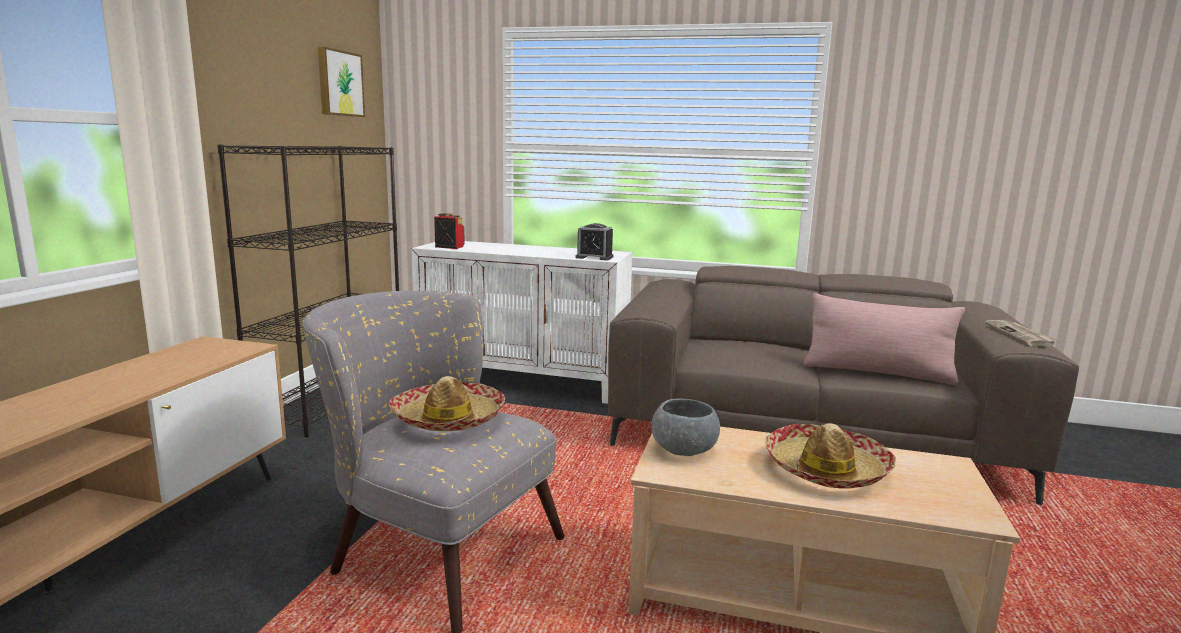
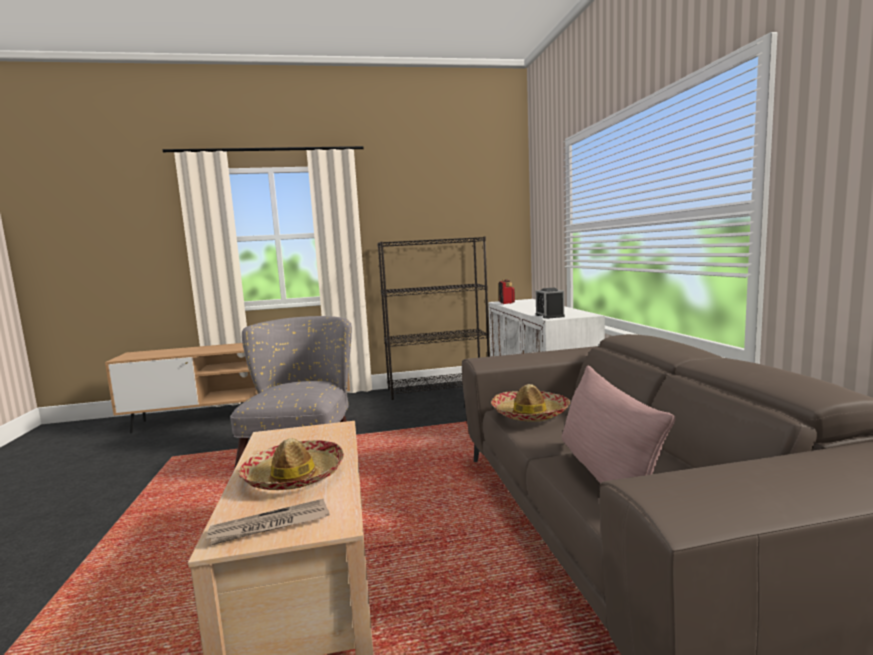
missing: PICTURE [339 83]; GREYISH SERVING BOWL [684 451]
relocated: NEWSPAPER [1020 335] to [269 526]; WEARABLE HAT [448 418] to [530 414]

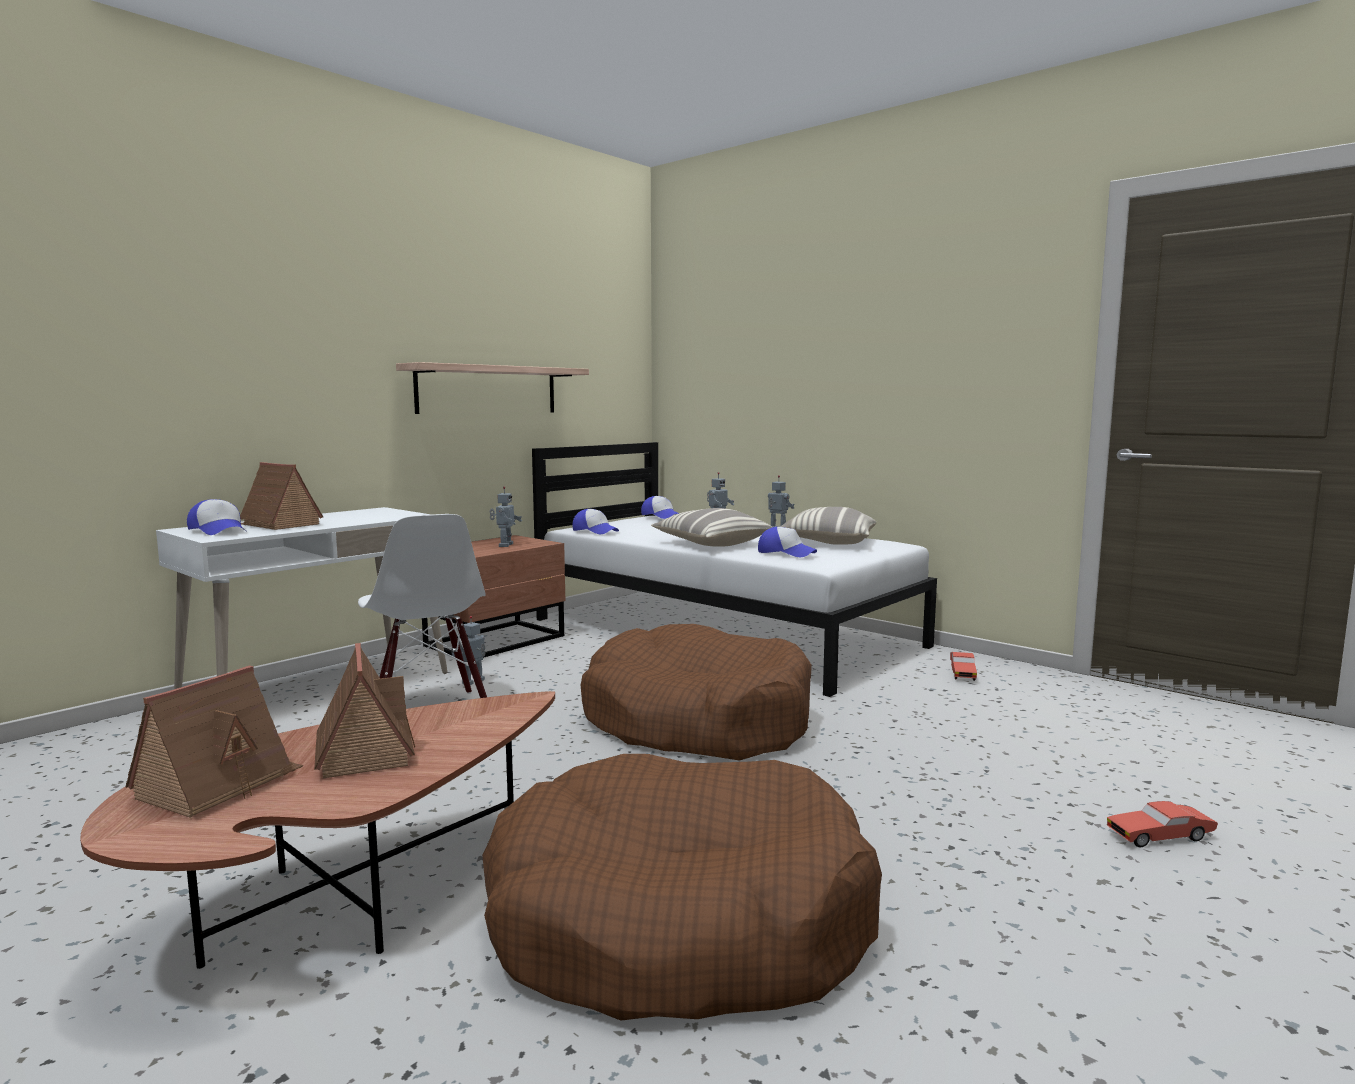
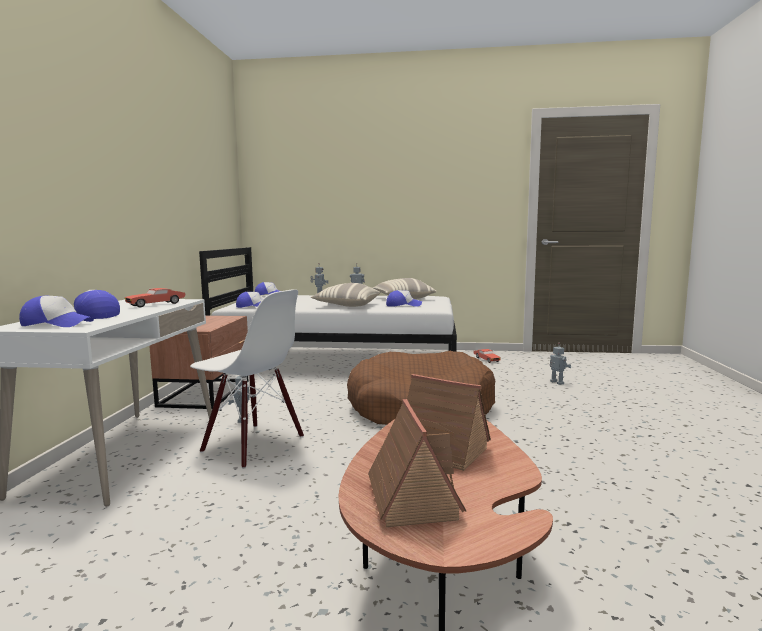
missing: SHELF [488 390]; BROWN-COLOURED PET BED [678 922]
relocated: RED-COLOURED TOY CAR [1160 836] to [156 304]; TOY ROBOT [505 545] to [556 382]
exchanged: TOY HOUSE [279 524] to BASEBALL CAP [94 315]

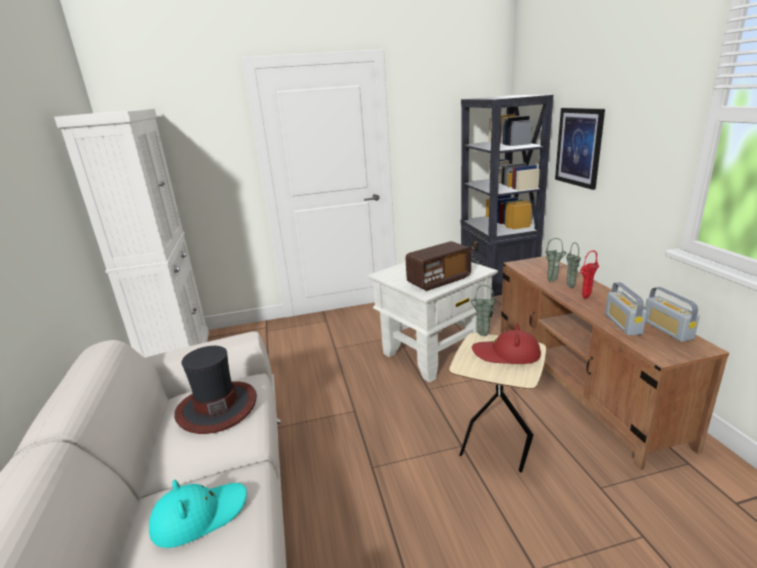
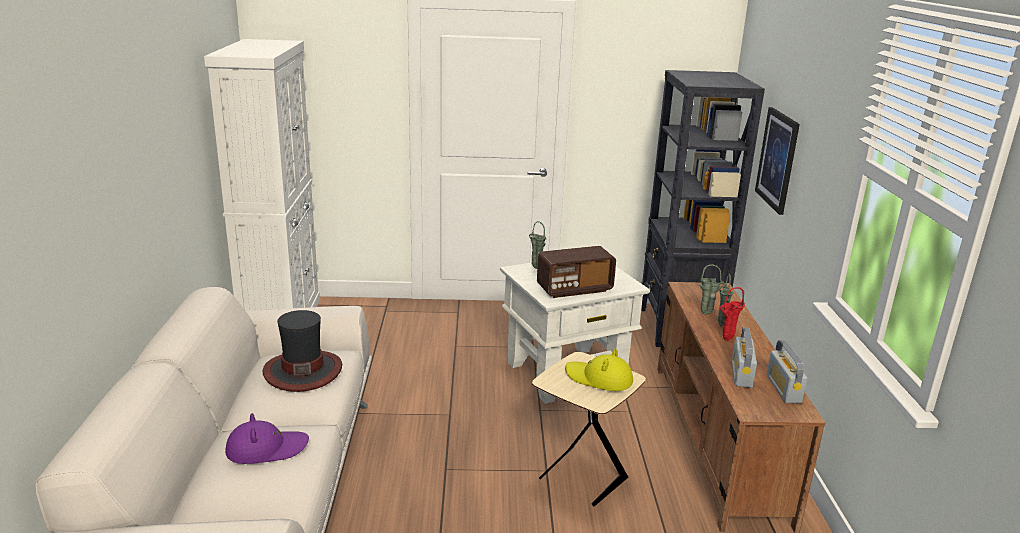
relocated: GREEN DECORATIVE VASE [481 335] to [535 268]
colour: TURQUOISE-COLOURED WEARABLE HAT [199 515] to PURPLE WEARABLE HAT [266 449]; RED-COLOURED WEARABLE HAT [506 354] to YELLOW-COLOURED WEARABLE HAT [599 378]

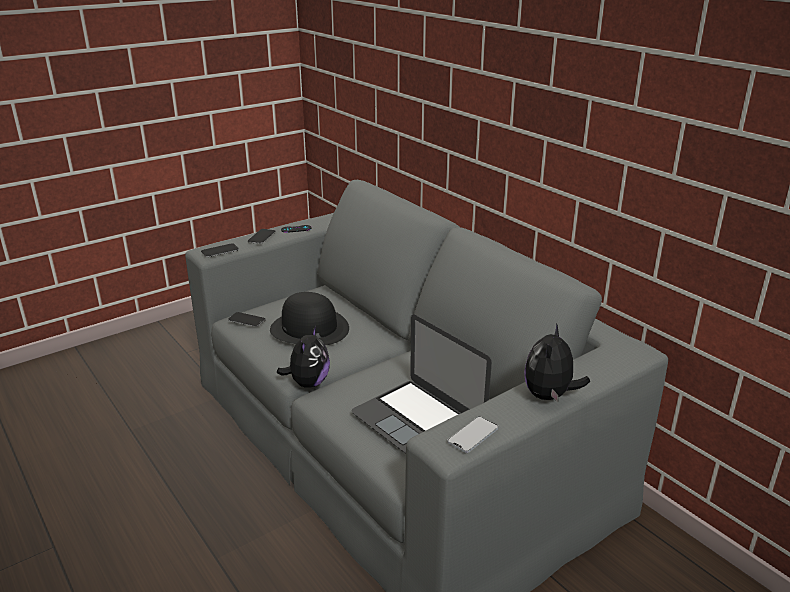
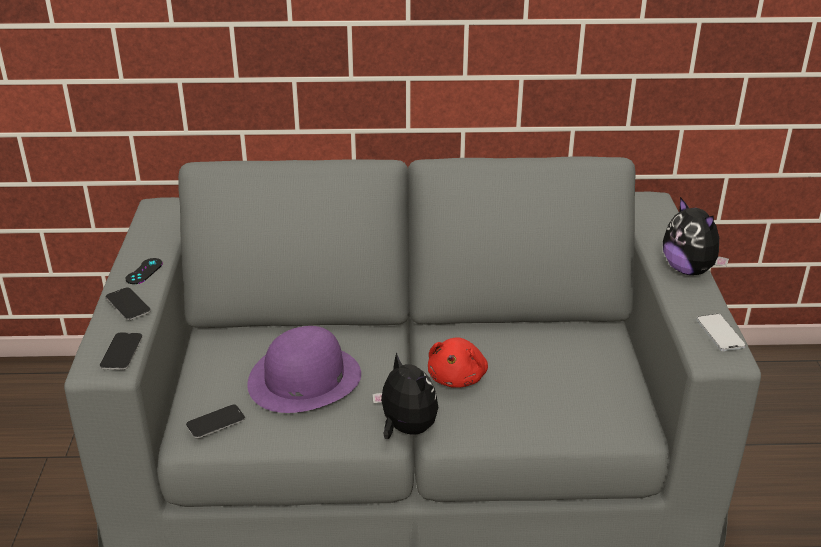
missing: PORTABLE COMPUTER [418 421]
appeared: RED-COLOURED CUDDLY TOY [457 377]
colour: BLACK WEARABLE HAT [309 328] to PURPLE WEARABLE HAT [304 379]

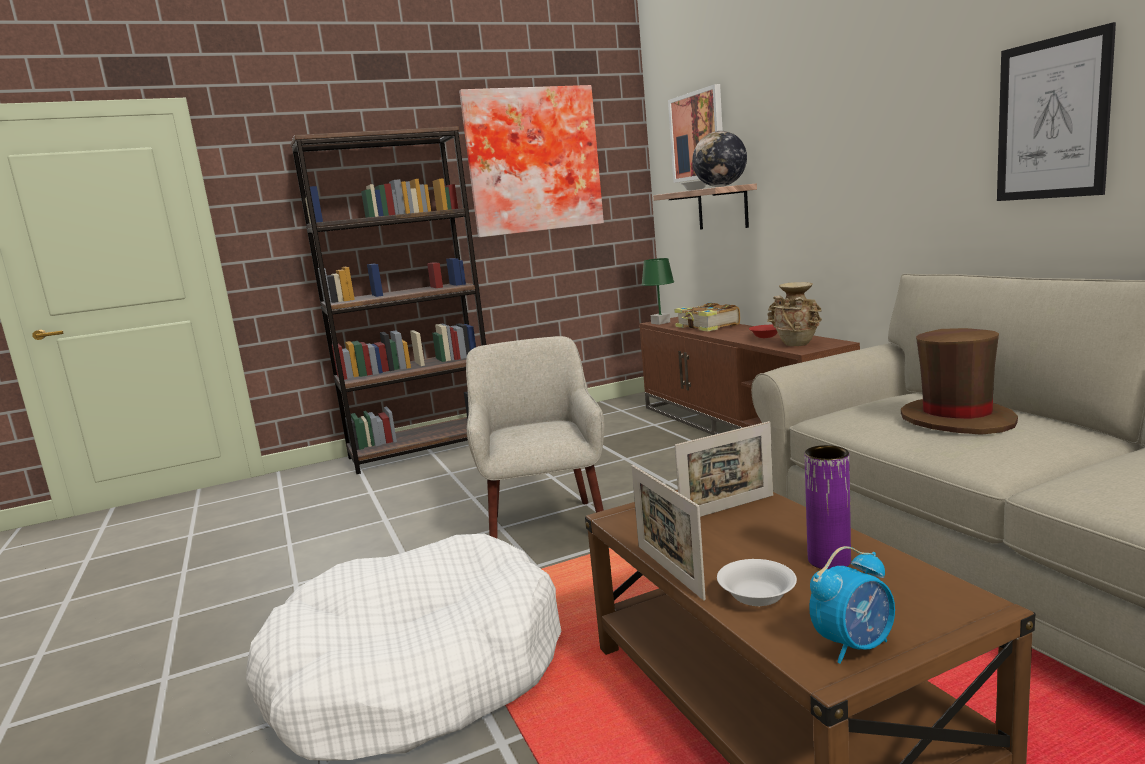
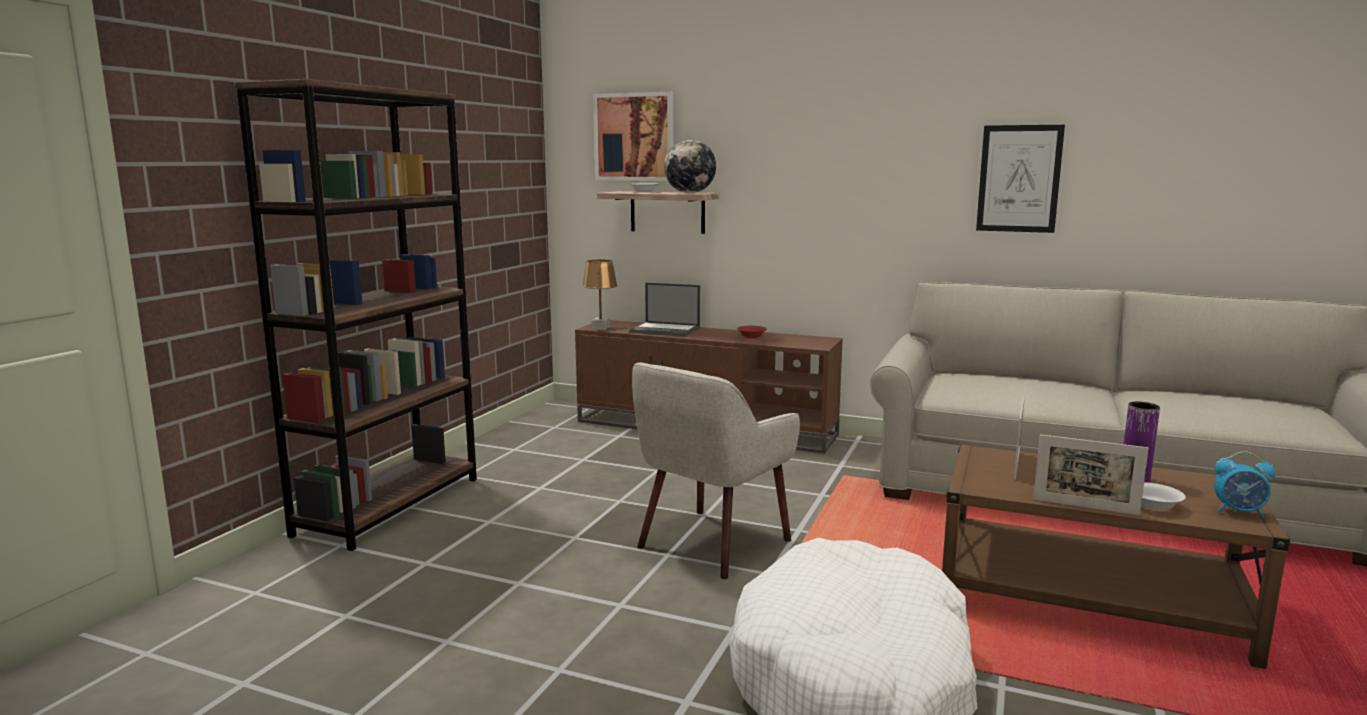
missing: PICTURE [532 161]; BEIGE DECORATIVE VASE [796 344]; BROWN-COLOURED WEARABLE HAT [956 419]
exchanged: VOLUME [707 326] to PORTABLE COMPUTER [666 330]
colour: GREEN LAMP FOR A TABLE [660 323] to BROWN-COLOURED LAMP FOR A TABLE [600 328]
spun: BEIGE LOUNGE CHAIR [545 528] = [711 543] 90 degrees counterclockwise; TABLE CLOCK [854 645] = [1239 512] 90 degrees clockwise

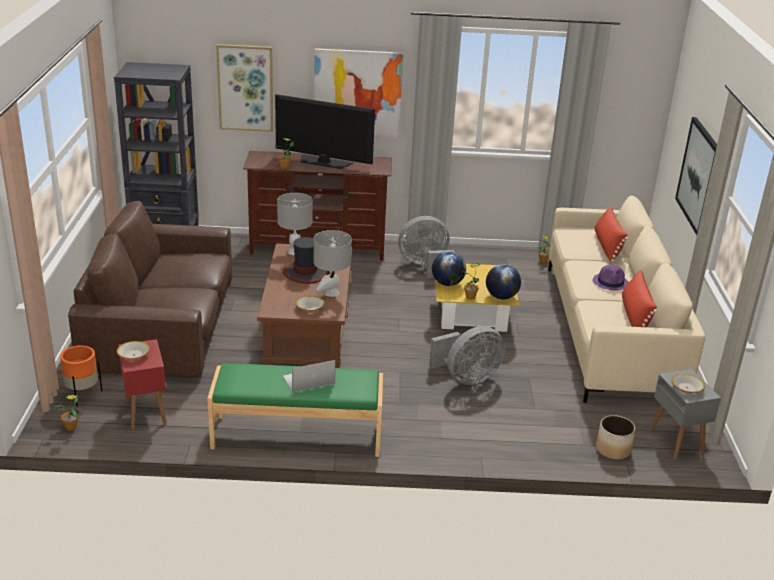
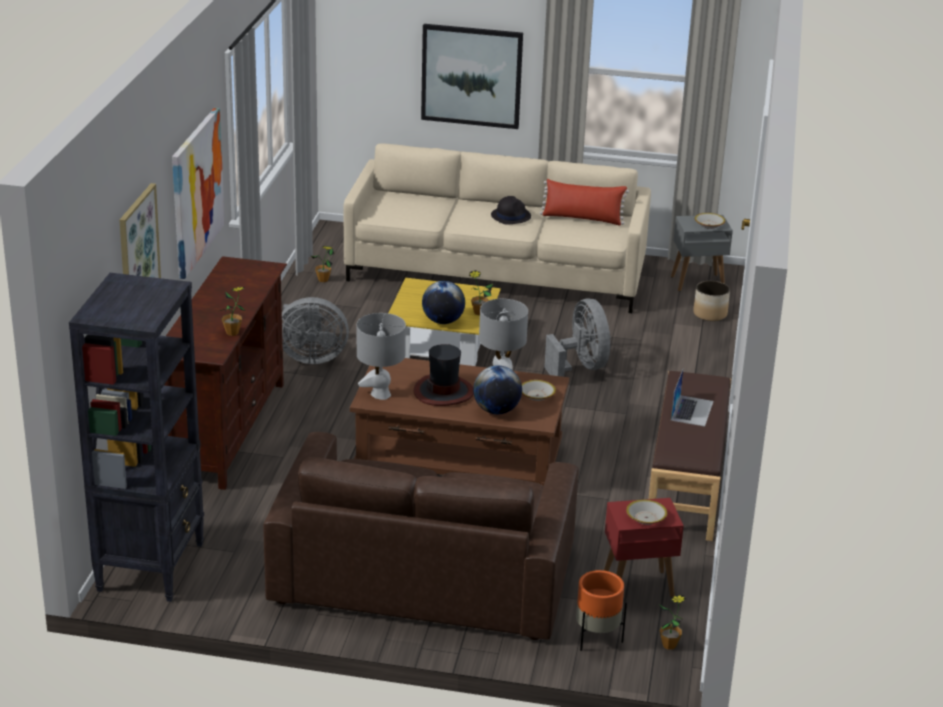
missing: TV [324 162]; RED-COLOURED PILLOW [607 246]
relocated: DESK GLOBE [501 297] to [496 410]
colour: PURPLE WEARABLE HAT [611 282] to BLACK WEARABLE HAT [511 216]; GREEN LONG SEAT [297 436] to BROWN-COLOURED LONG SEAT [687 482]
spun: GREYISH COOLING FAN [425 266] = [311 357] 90 degrees counterclockwise; PORTABLE COMPUTER [308 380] = [692 410] 150 degrees counterclockwise

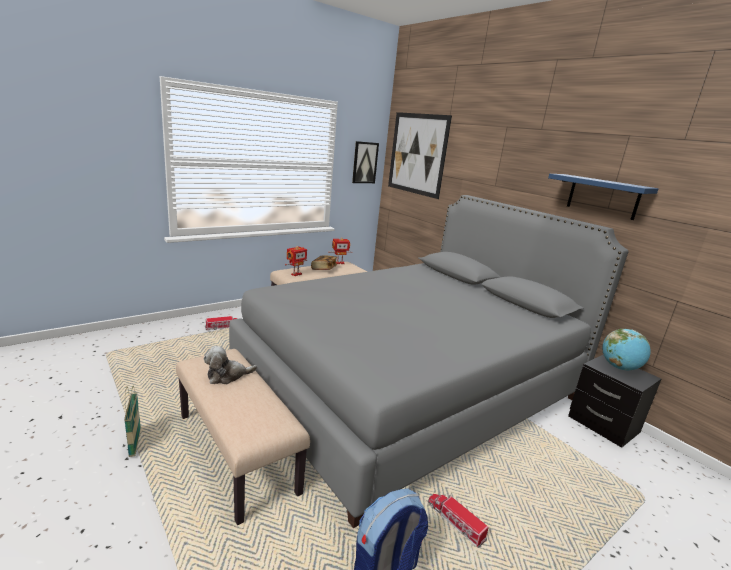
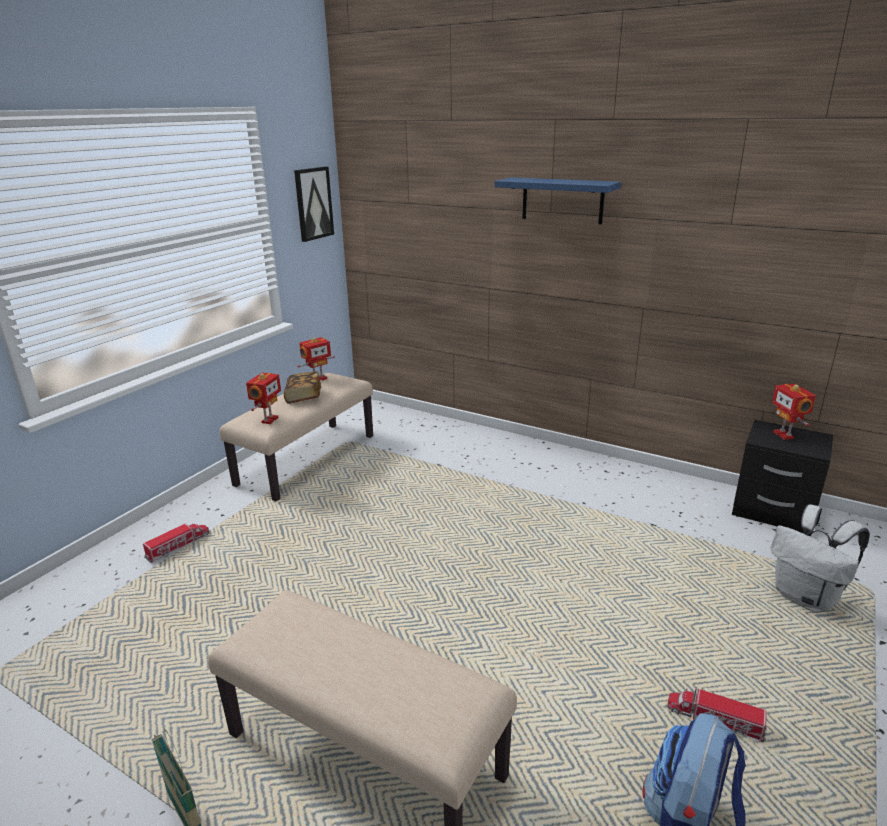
missing: CUDDLY TOY [227 376]; GREYISH BED [409 387]; PICTURE [417 154]
appeared: WHITE-COLOURED RUCKSACK [806 598]
relocated: BLUE SHELF [603 196] to [562 200]
exchanged: DESK GLOBE [619 367] to TOY ROBOT [784 435]

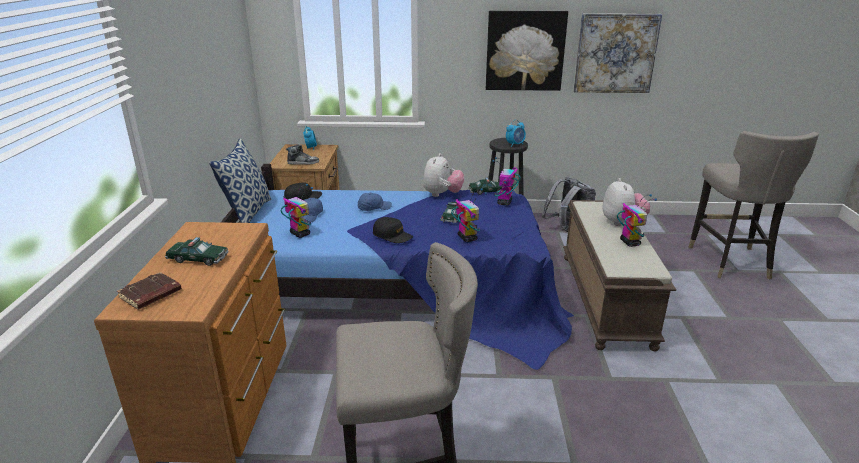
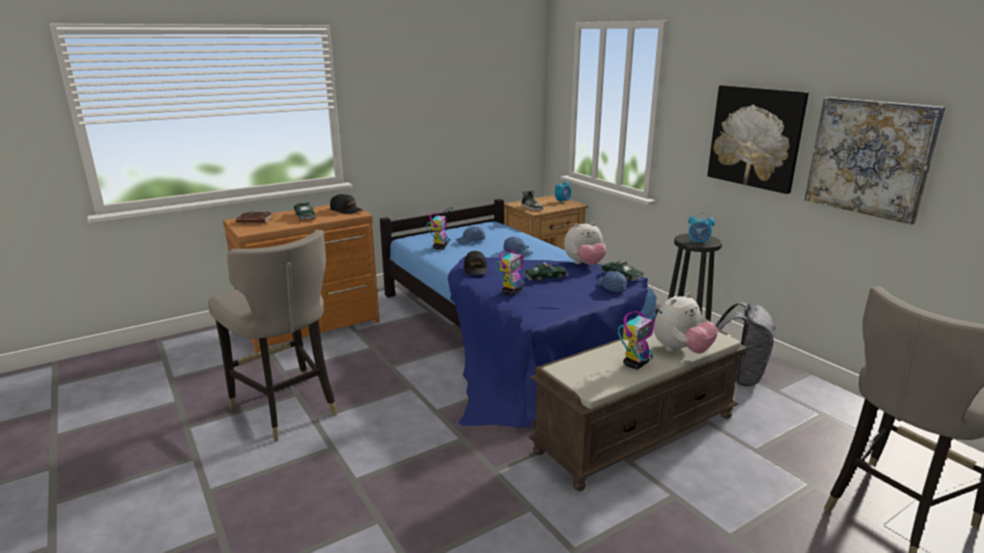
missing: PILLOW [247 213]
relocated: BLACK BASEBALL CAP [303 197] to [346 210]
exchanged: TOY ROBOT [504 202] to BLUE BASEBALL CAP [611 288]

